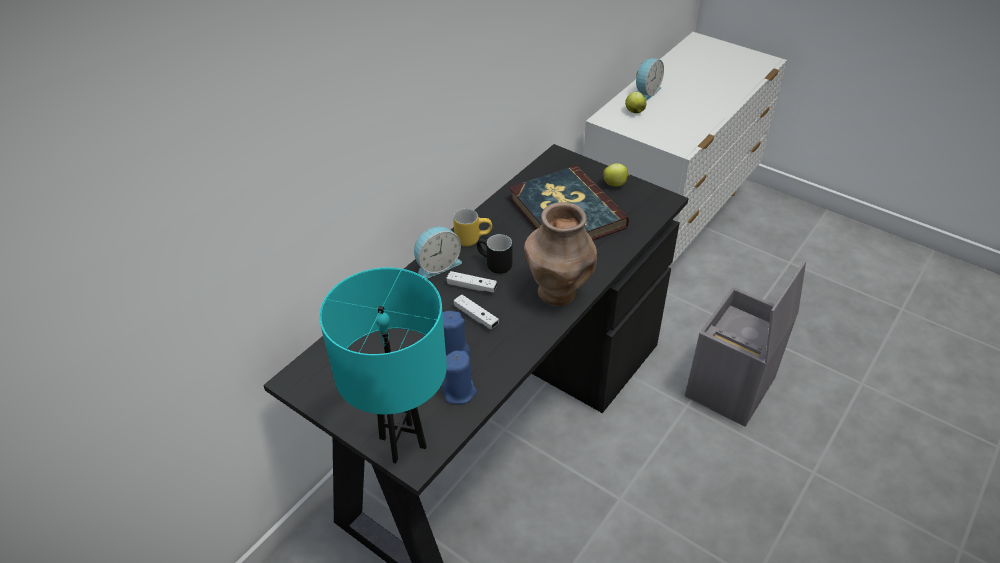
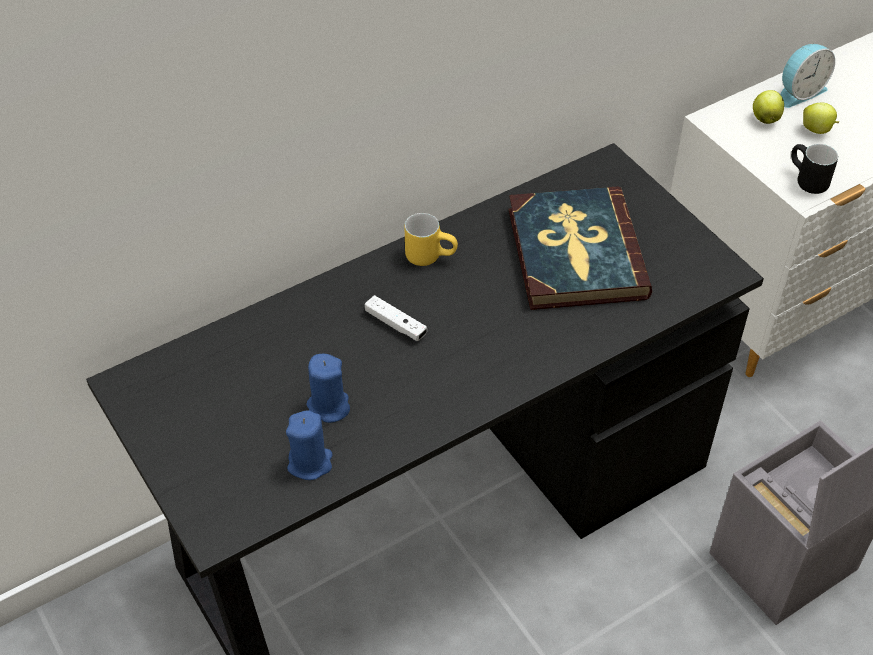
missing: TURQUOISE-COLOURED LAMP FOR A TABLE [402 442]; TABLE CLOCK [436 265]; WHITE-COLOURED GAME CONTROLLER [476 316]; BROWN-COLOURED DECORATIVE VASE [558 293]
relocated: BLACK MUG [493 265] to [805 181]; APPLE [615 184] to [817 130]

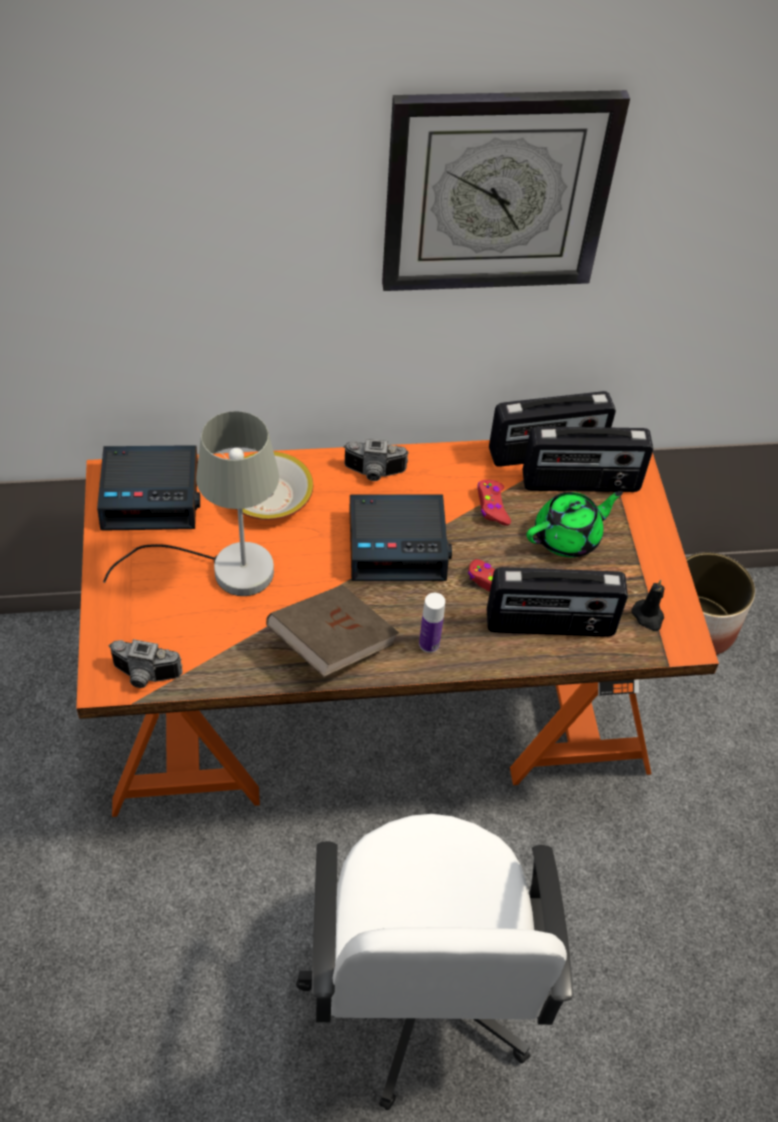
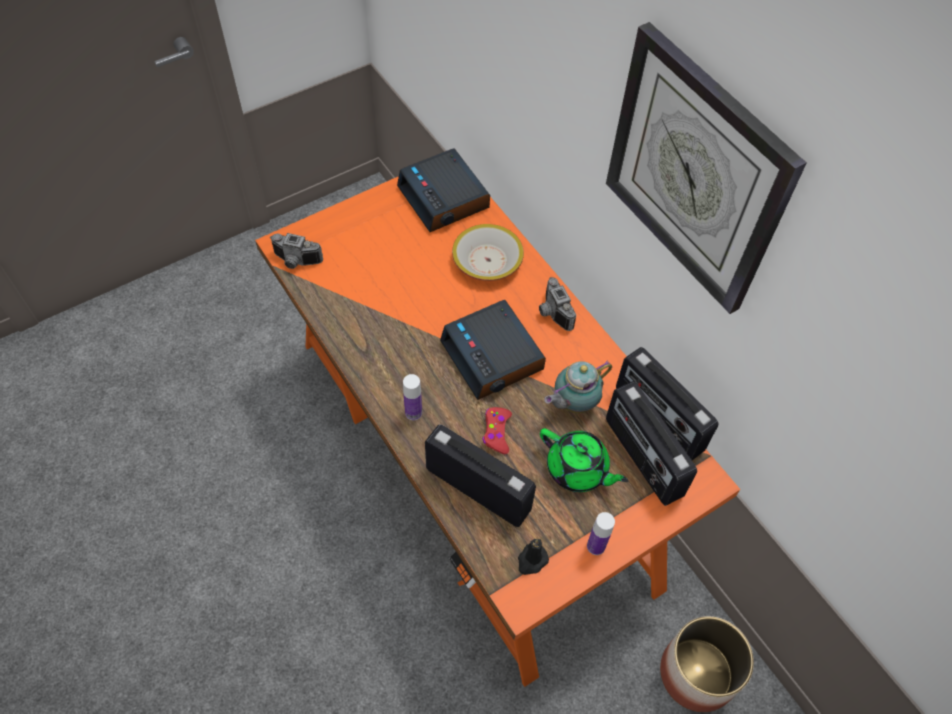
missing: GREYISH LAMP FOR A TABLE [225 569]; BROWN-COLOURED VOLUME [332 644]; WHITE-COLOURED DESK CHAIR [419 991]
appeared: BEVERAGE BOTTLE [596 546]
exchanged: RED-COLOURED GAME CONTROLLER [492 506] to POT FOR TEA [573 403]
spun: STILL CAMERA [144 677] = [295 262] 60 degrees counterclockwise; RADIO SET [550 625] = [478 489] 150 degrees clockwise

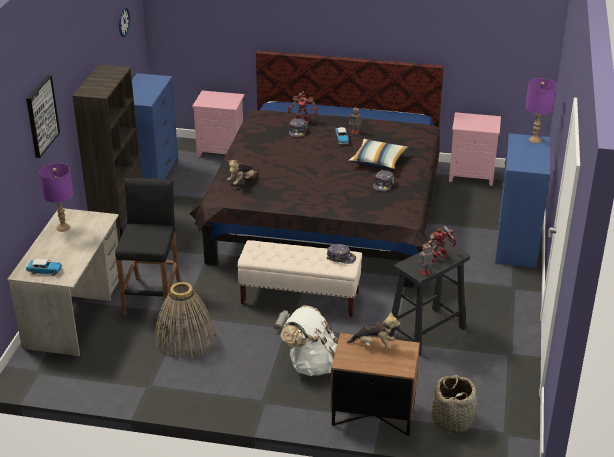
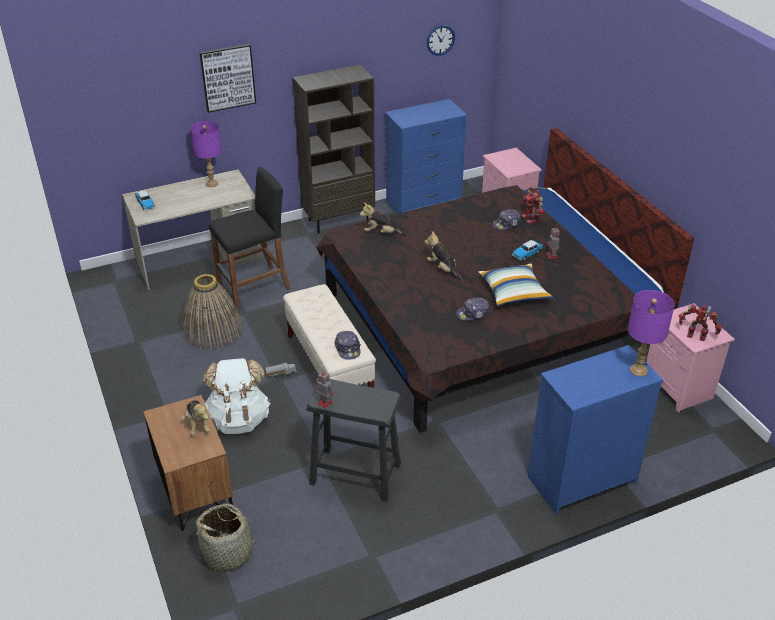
appeared: CUDDLY TOY [443 269]
relocated: TOY ROBOT [439 258] to [696 336]

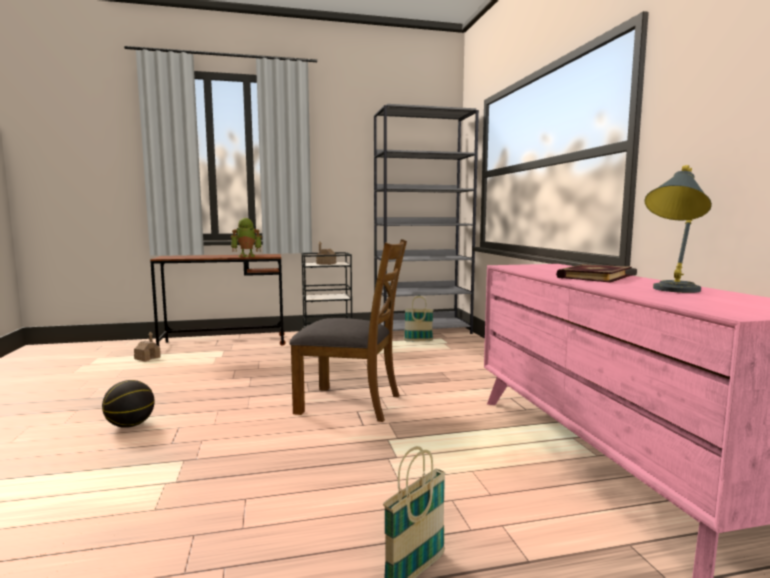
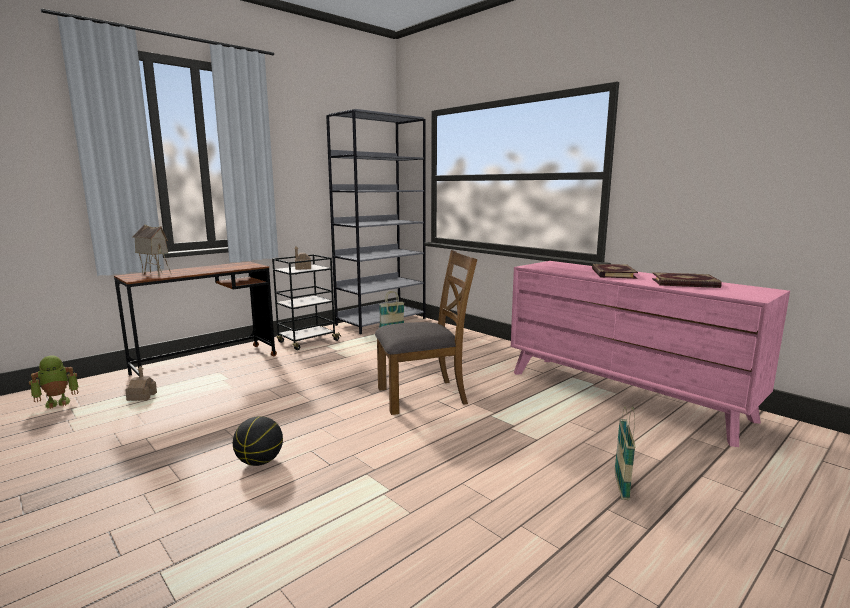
appeared: TOY HOUSE [154 274]
relocated: TOY ROBOT [247 256] to [58 402]
exchanged: GREYISH LAMP FOR A TABLE [671 291] to VOLUME [684 283]

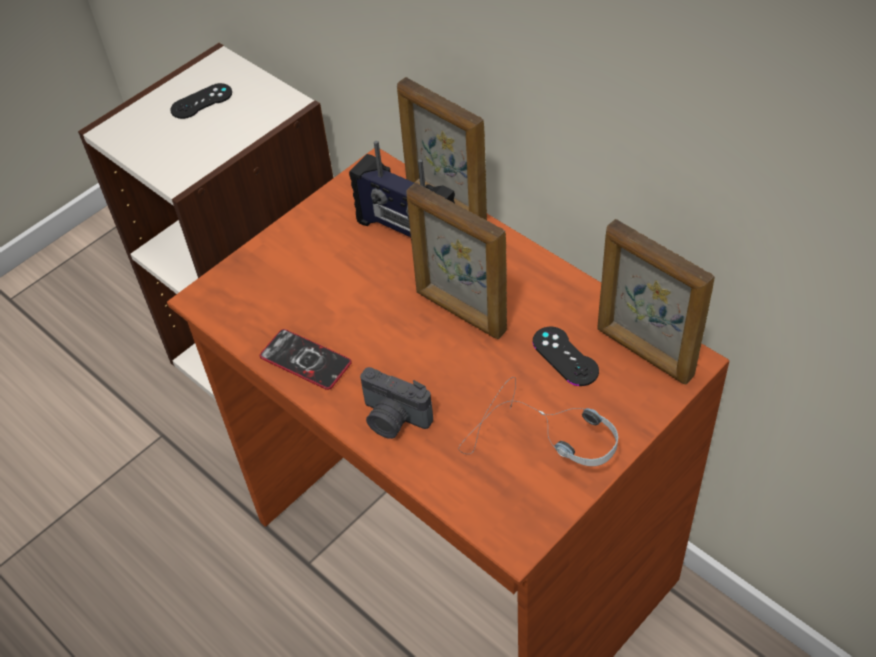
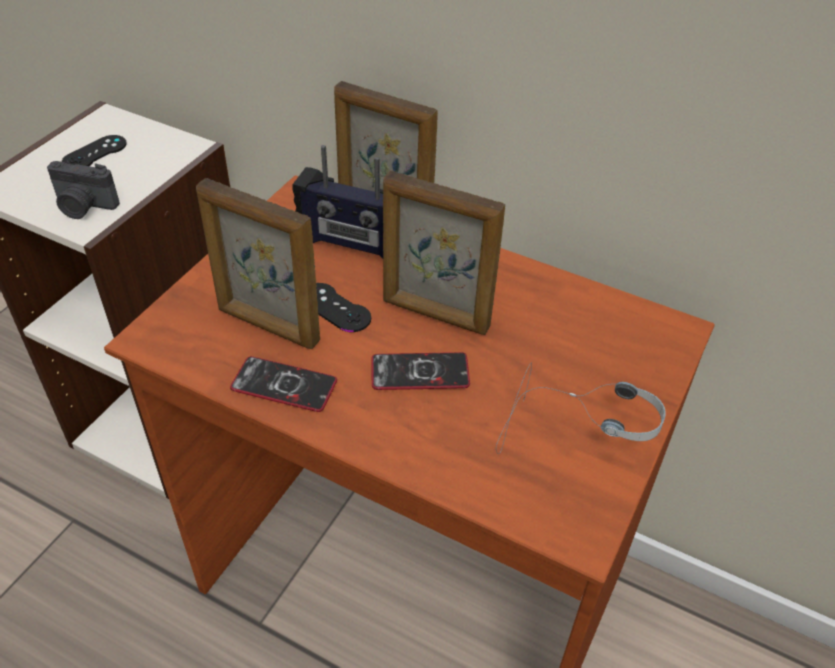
appeared: TELEPHONE [420 373]
relocated: STILL CAMERA [393 419] to [84 207]; PHOTO FRAME [644 353] to [268 326]; BLACK GAME CONTROLLER [565 356] to [335 308]

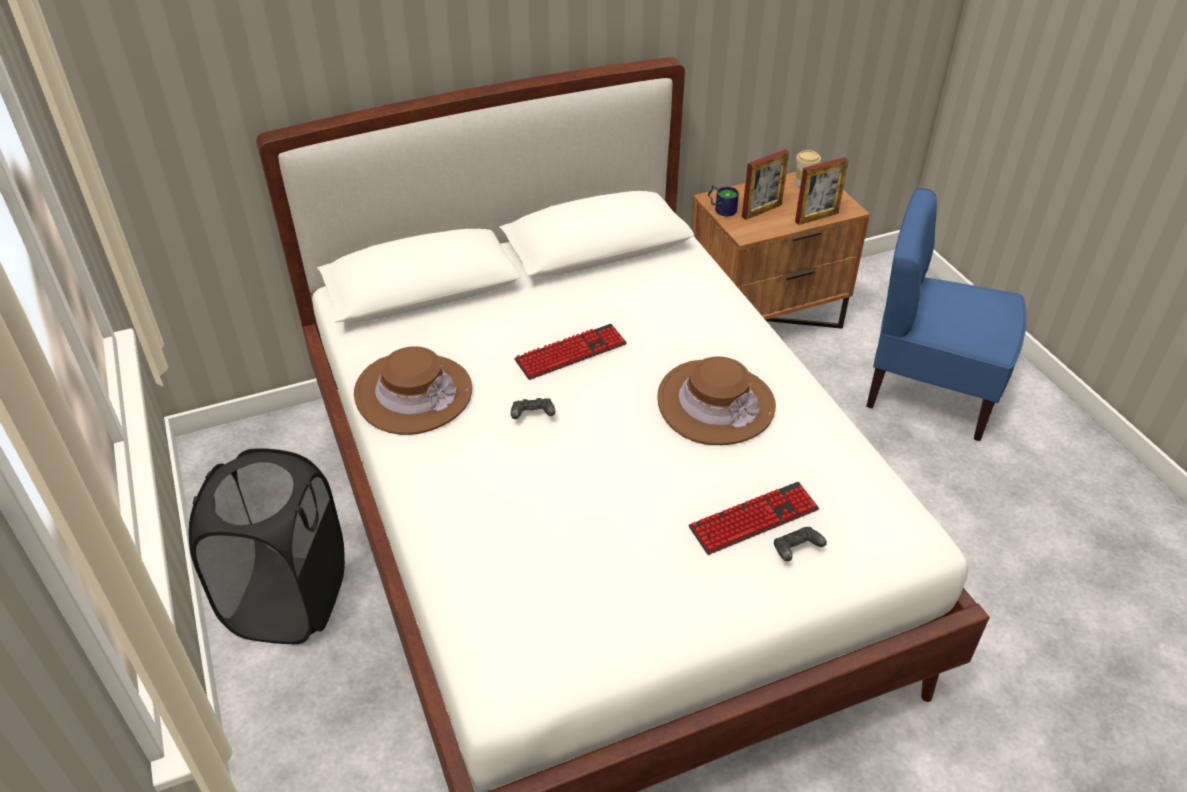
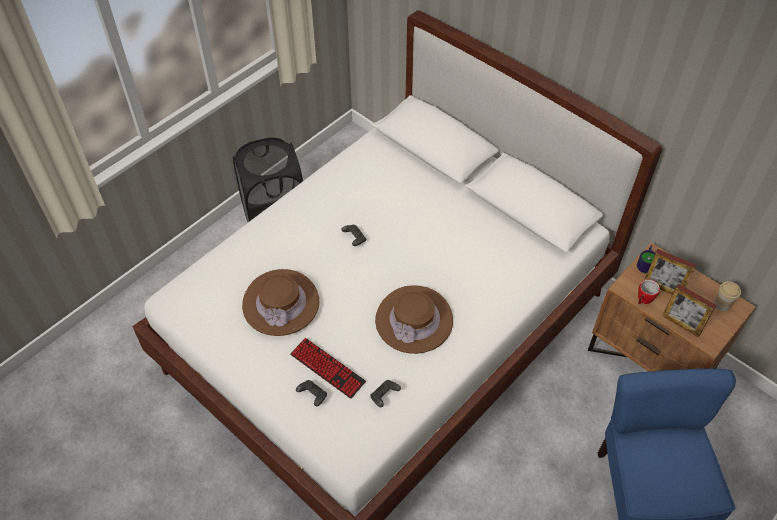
missing: COMPUTER KEYBOARD [571 353]
appeared: BLACK GAME CONTROLLER [384 396]; MUG [643 300]
relocated: BROWN-COLOURED WEARABLE HAT [414 394] to [281 303]

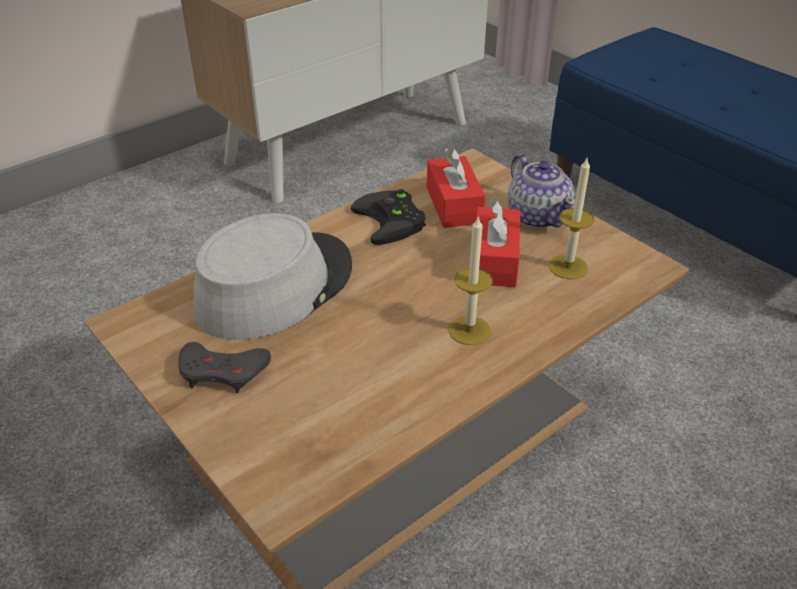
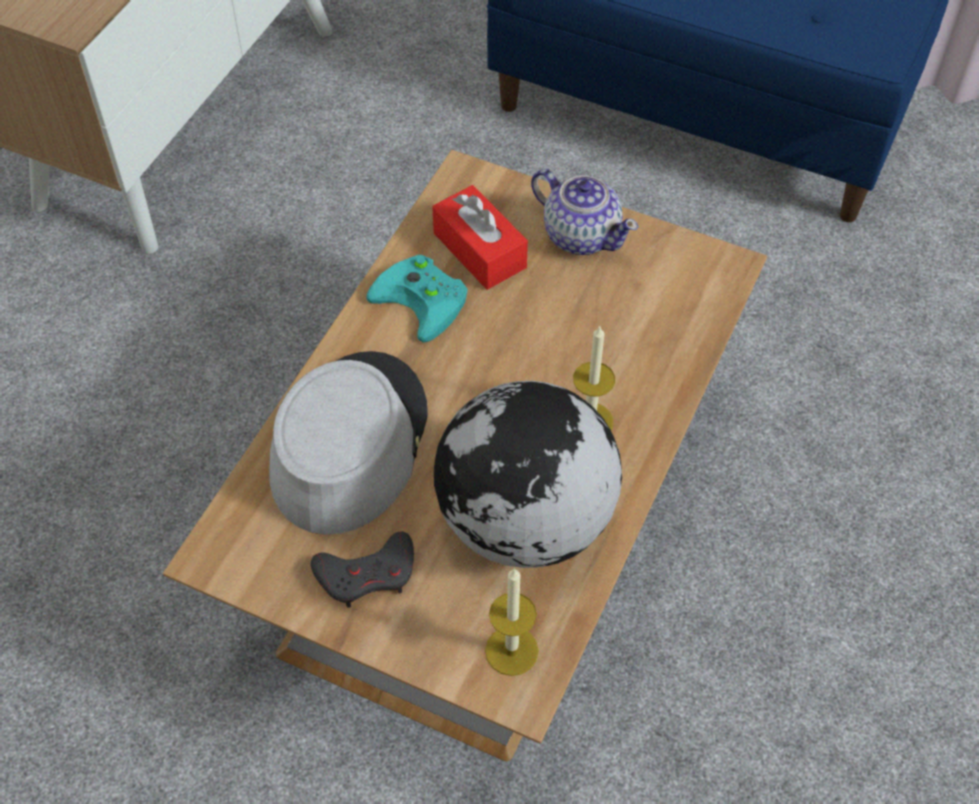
missing: RED-COLOURED TISSUE HOLDER [494 260]
appeared: DESK GLOBE [523 521]
relocated: WAX CANDLE [568 267] to [511 650]
colour: BLACK GAME CONTROLLER [393 222] to TURQUOISE-COLOURED GAME CONTROLLER [425 300]

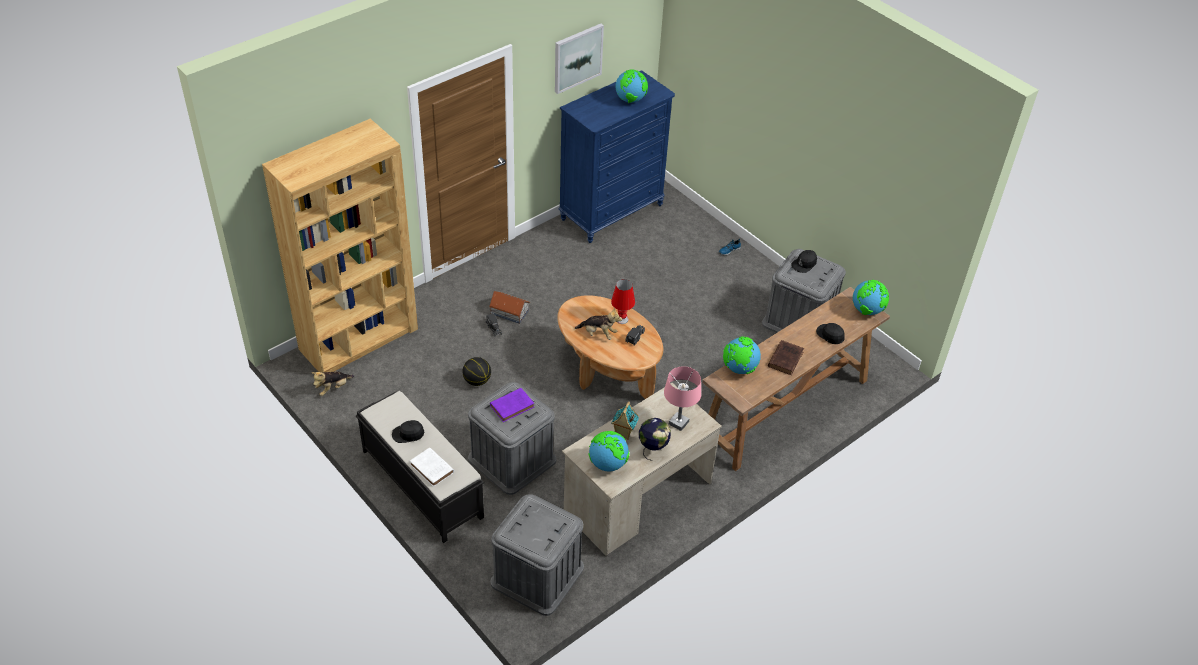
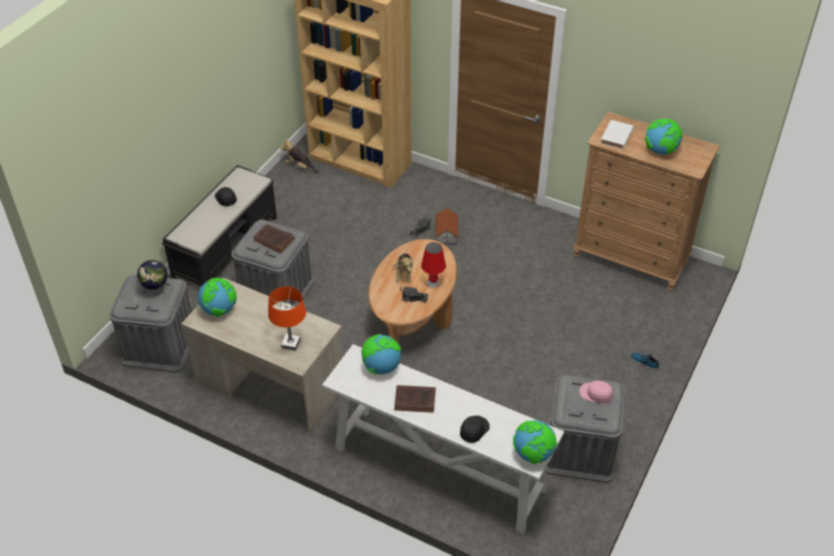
missing: BASKETBALL [477 380]; PICTURE [577 57]; TOY HOUSE [623 433]
relocated: DESK GLOBE [653 449] to [156 290]; WHITE-COLOURED VOLUME [432 469] to [616 137]
colour: PURPLE VOLUME [513 406] to BROWN-COLOURED VOLUME [274 240]; PINK-COLOURED LAMP FOR A TABLE [678 423] to ORANGEY LAMP FOR A TABLE [291 344]; BROWN-COLOURED HALL TABLE [784 410] to WHITE-COLOURED HALL TABLE [438 468]; BLUE DRESSER [611 212] to BROWN-COLOURED DRESSER [631 258]; BLACK BASEBALL CAP [804 264] to PINK-COLOURED BASEBALL CAP [596 394]

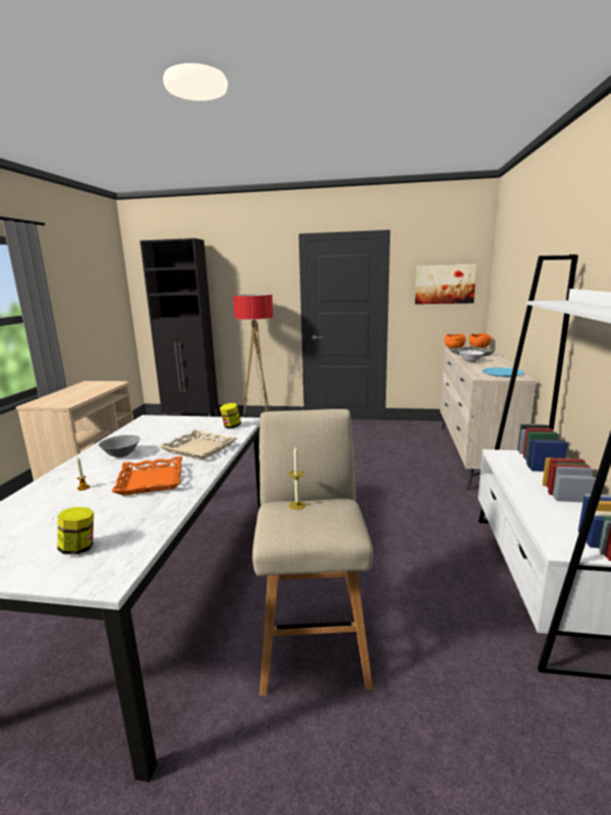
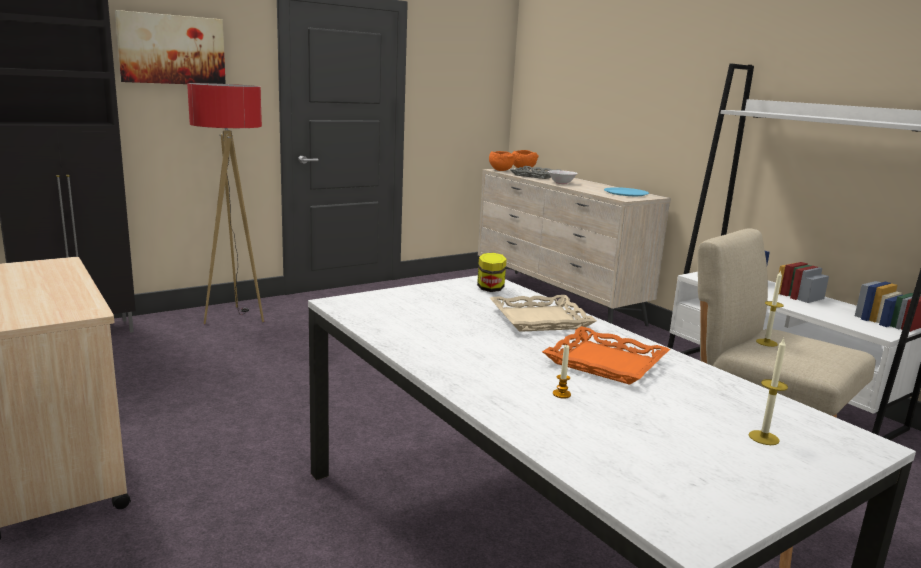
missing: GREYISH SERVING BOWL [121 455]
relocated: PICTURE [444 284] to [172 49]
exchanged: PRESERVE JAR [79 548] to WAX CANDLE [763 437]

